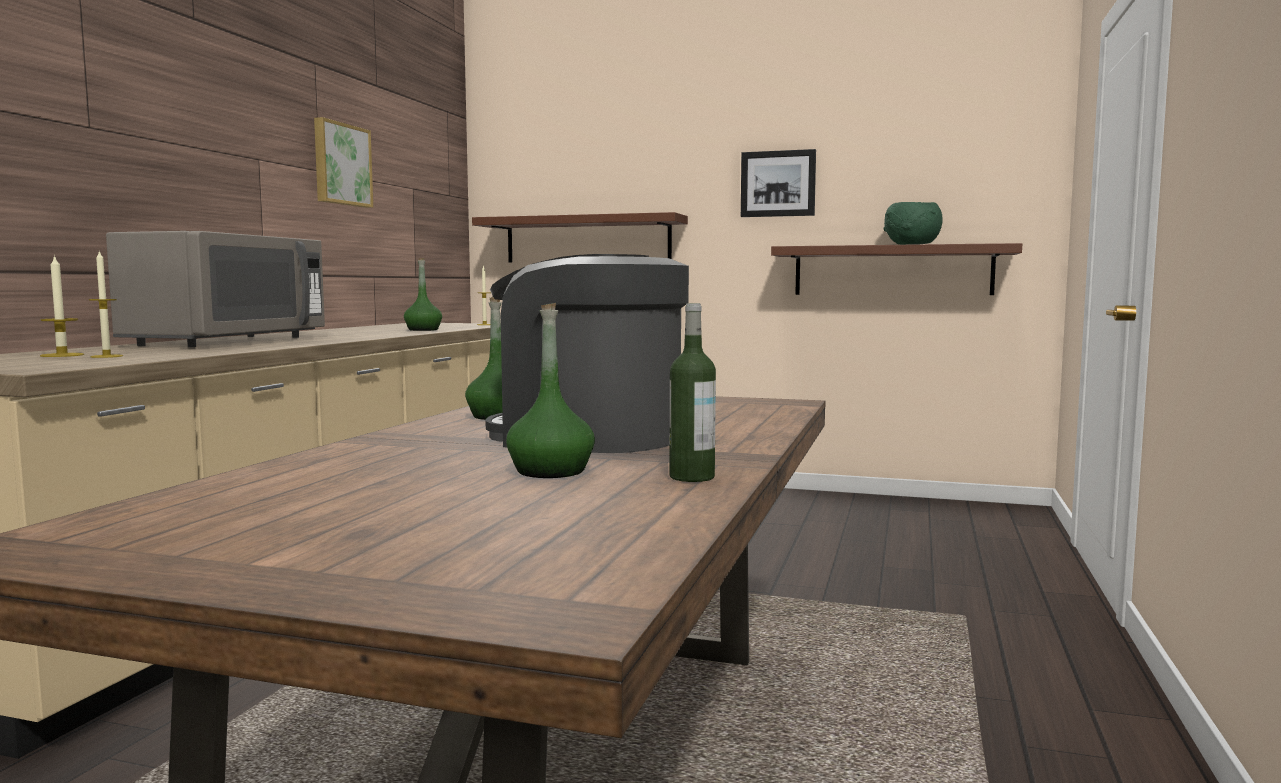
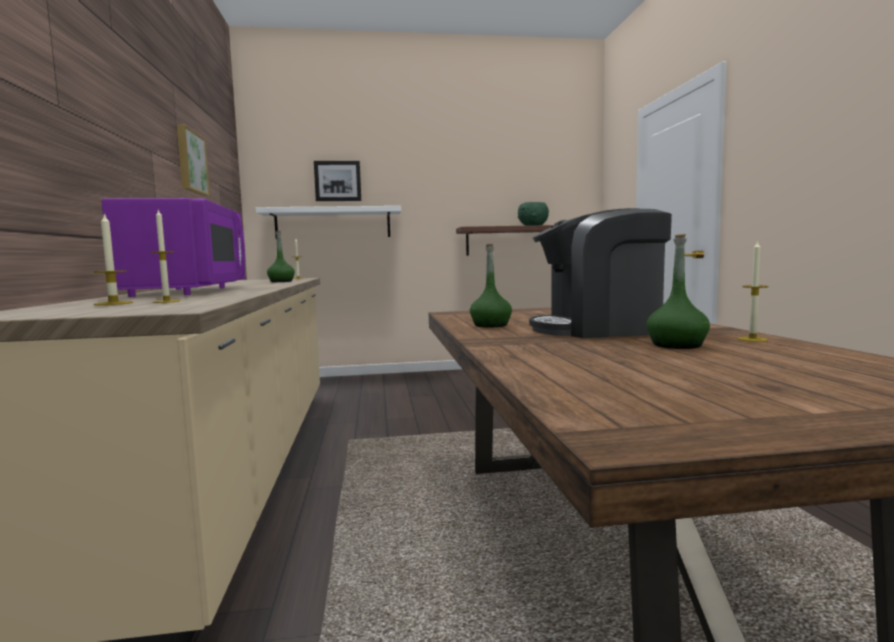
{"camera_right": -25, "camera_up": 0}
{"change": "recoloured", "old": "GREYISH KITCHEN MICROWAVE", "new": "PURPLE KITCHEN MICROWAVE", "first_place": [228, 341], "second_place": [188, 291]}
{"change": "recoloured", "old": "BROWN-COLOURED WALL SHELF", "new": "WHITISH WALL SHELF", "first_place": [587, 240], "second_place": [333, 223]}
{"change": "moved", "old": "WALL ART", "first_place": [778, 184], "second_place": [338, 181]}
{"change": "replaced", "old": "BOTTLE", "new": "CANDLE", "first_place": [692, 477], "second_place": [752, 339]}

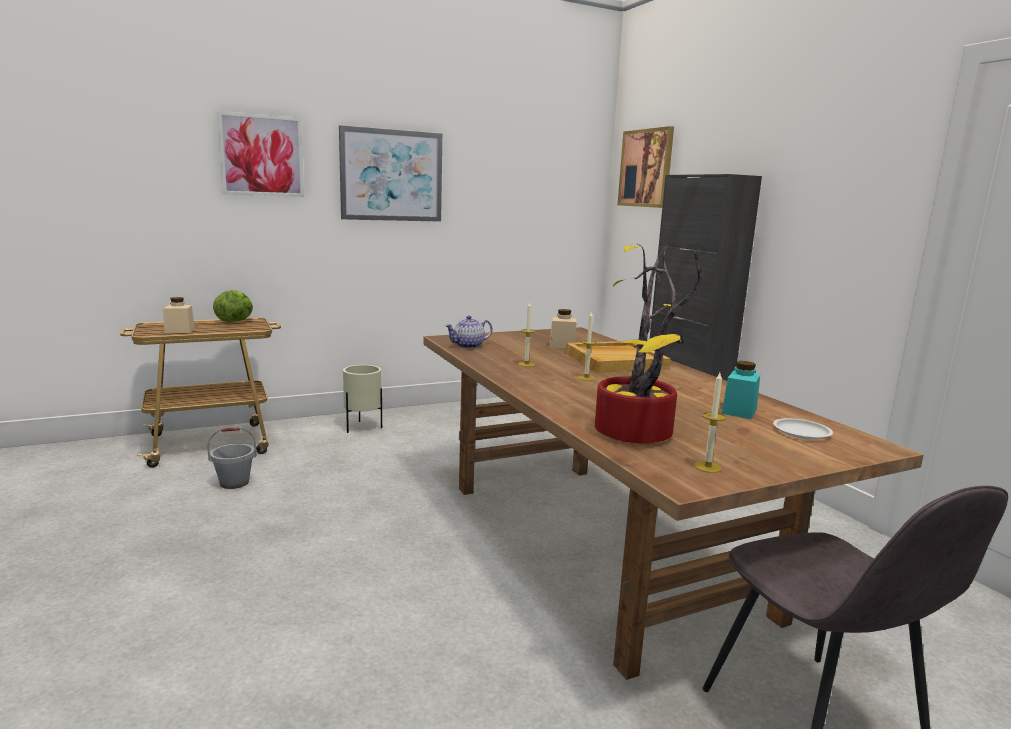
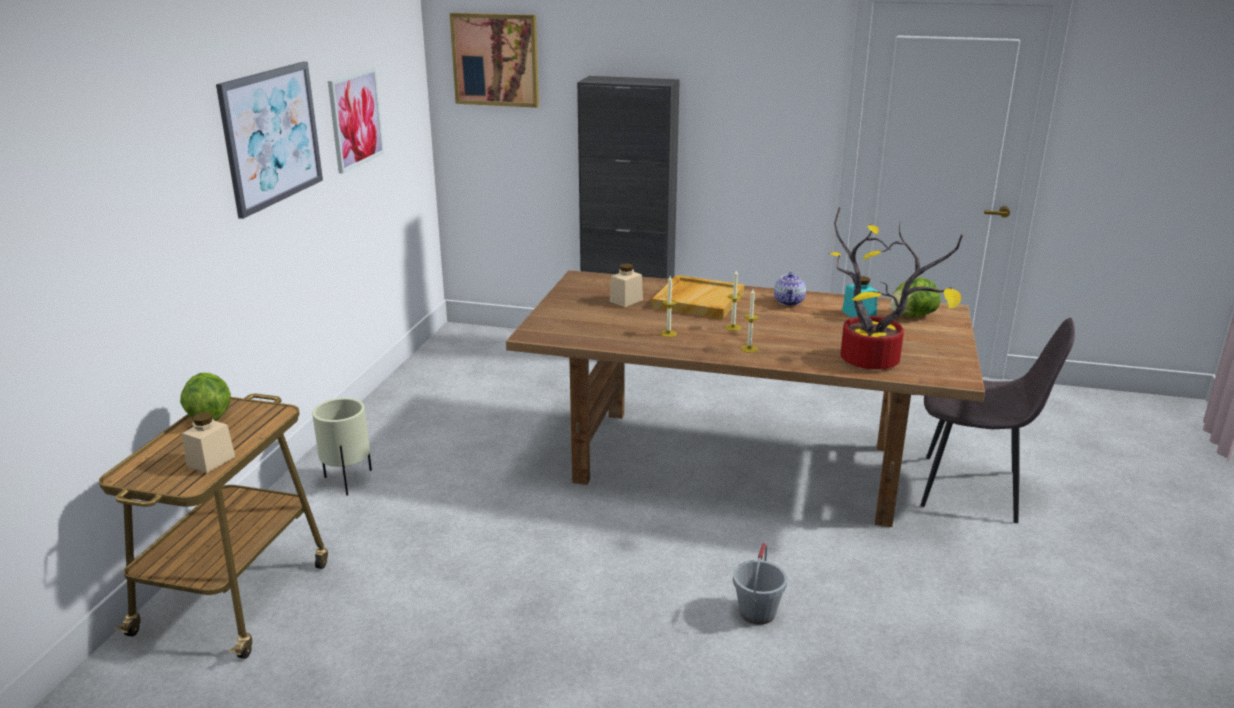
{"camera_right": -50, "camera_up": 10}
{"change": "moved", "old": "WALL ART", "first_place": [262, 155], "second_place": [355, 119]}
{"change": "moved", "old": "GREYISH WATER BUCKET", "first_place": [234, 483], "second_place": [757, 612]}
{"change": "moved", "old": "CANDLE", "first_place": [707, 467], "second_place": [749, 349]}
{"change": "moved", "old": "POT FOR TEA", "first_place": [468, 346], "second_place": [789, 302]}
{"change": "replaced", "old": "WHITISH DINNER PLATE", "new": "HEAD OF LETTUCE", "first_place": [802, 432], "second_place": [911, 316]}

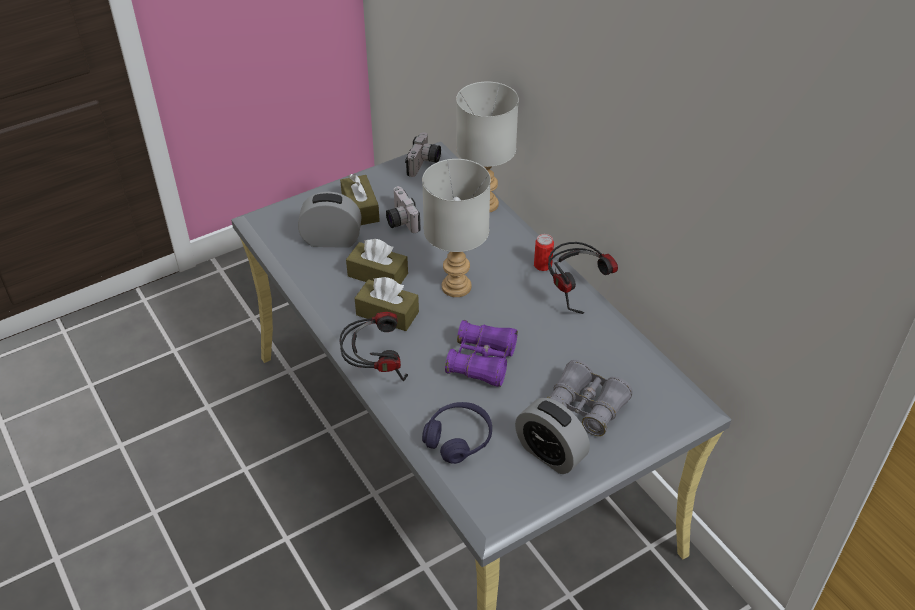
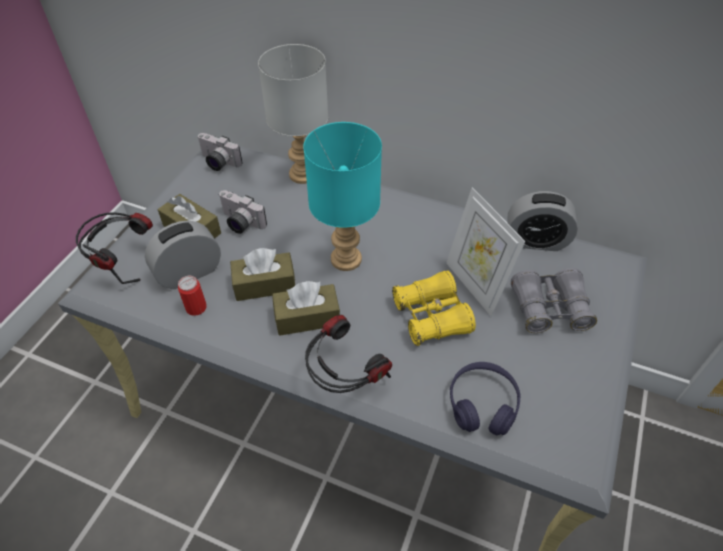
{"camera_right": -35, "camera_up": 5}
{"change": "moved", "old": "HEADPHONES", "first_place": [575, 292], "second_place": [123, 262]}
{"change": "moved", "old": "CAN", "first_place": [542, 265], "second_place": [196, 308]}
{"change": "turned", "old": "STILL CAMERA", "first_place": [424, 164], "second_place": [218, 163], "degrees": 135}
{"change": "recoloured", "old": "GREYISH LAMP FOR A TABLE", "new": "TURQUOISE-COLOURED LAMP FOR A TABLE", "first_place": [456, 286], "second_place": [345, 258]}
{"change": "recoloured", "old": "PURPLE FIELD GLASSES", "new": "YELLOWISH FIELD GLASSES", "first_place": [482, 361], "second_place": [431, 316]}
{"change": "added", "new": "PHOTO FRAME", "second_place": [474, 285]}
{"change": "moved", "old": "TABLE CLOCK", "first_place": [550, 453], "second_place": [536, 241]}

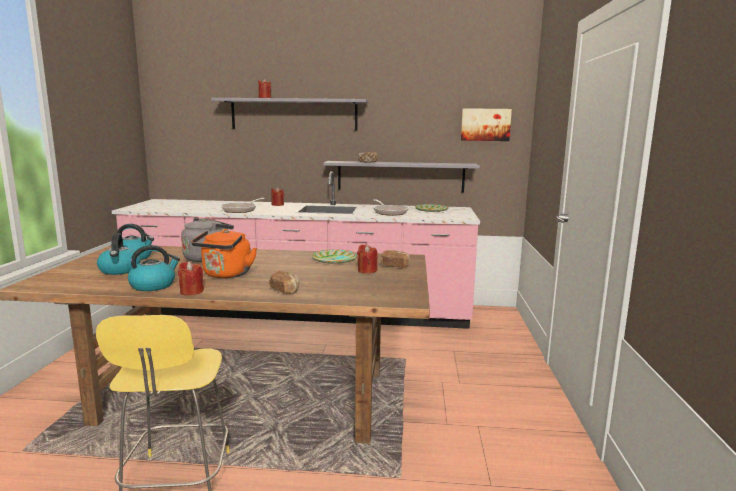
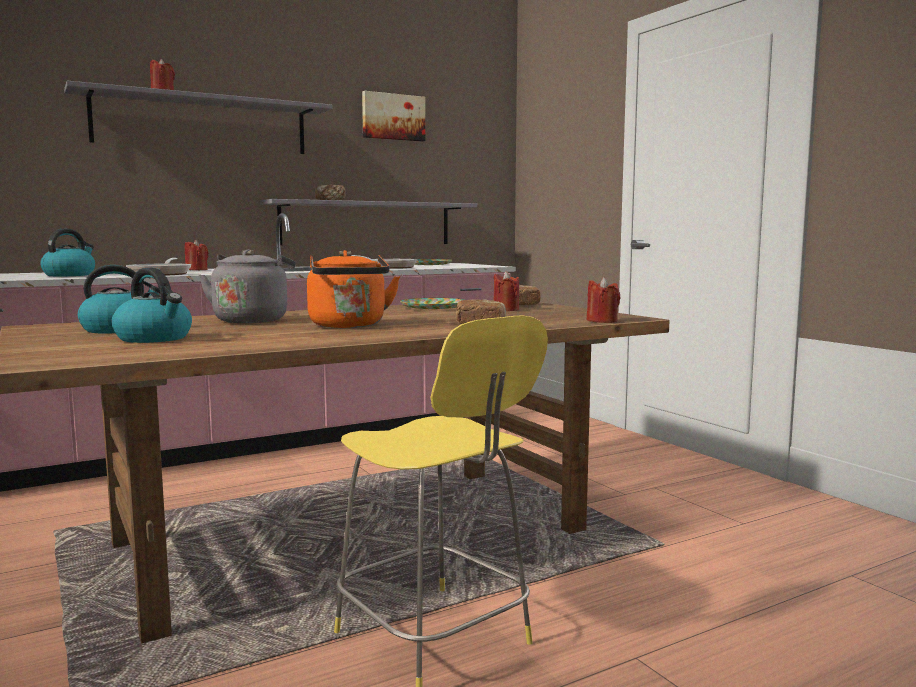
{"camera_right": -35, "camera_up": -5}
{"change": "moved", "old": "TEA KETTLE", "first_place": [153, 285], "second_place": [69, 275]}
{"change": "moved", "old": "WALL ART", "first_place": [485, 124], "second_place": [393, 117]}
{"change": "moved", "old": "REDDISH CANDLE", "first_place": [191, 292], "second_place": [602, 321]}

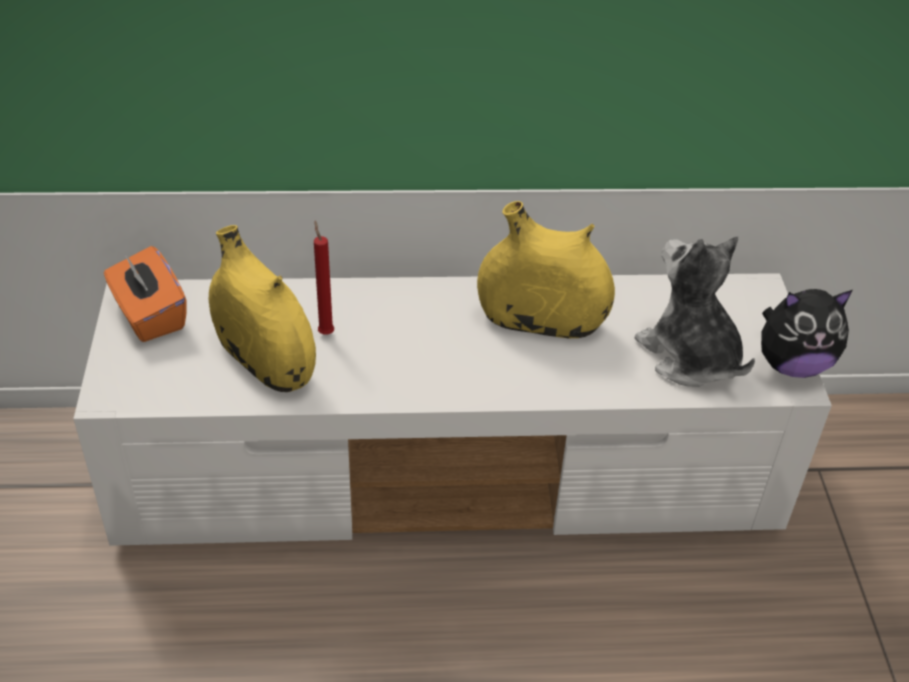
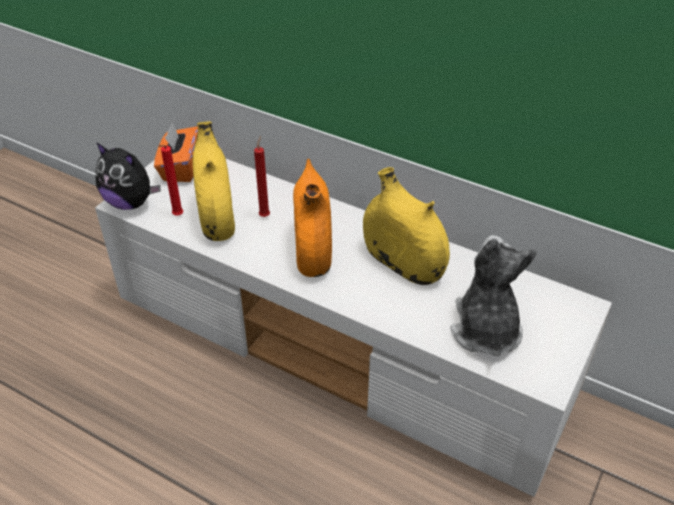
{"camera_right": 35, "camera_up": 0}
{"change": "moved", "old": "SOFT TOY", "first_place": [792, 364], "second_place": [131, 202]}
{"change": "added", "new": "REDDISH CANDLE", "second_place": [177, 216]}
{"change": "added", "new": "ORANGEY DECORATIVE VASE", "second_place": [312, 250]}

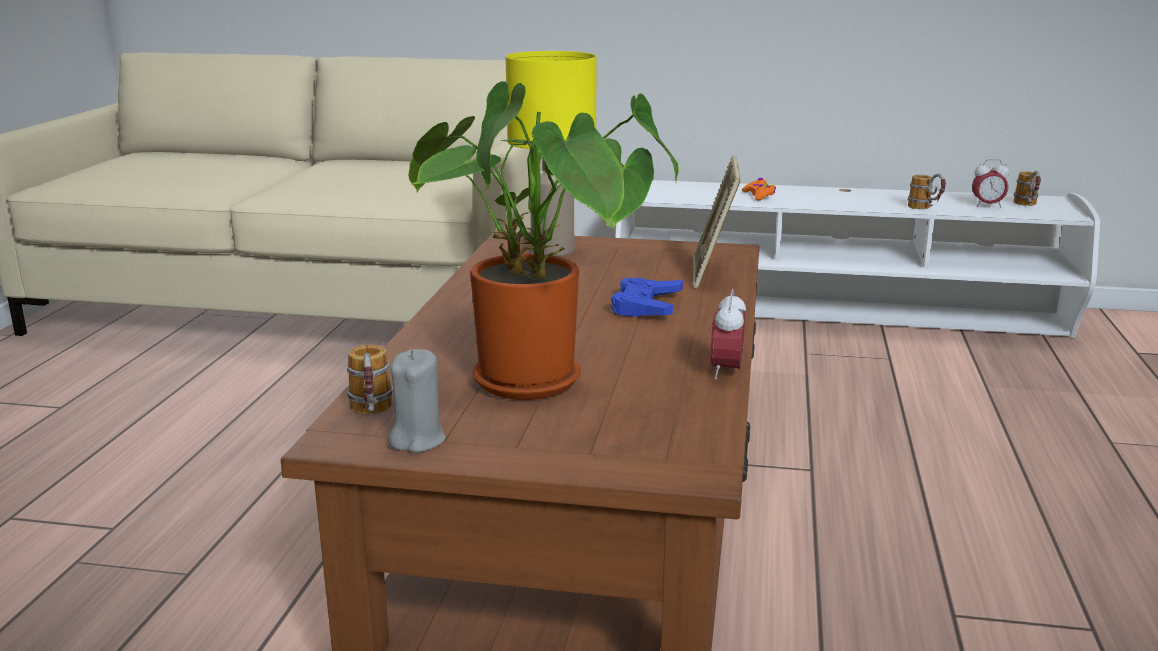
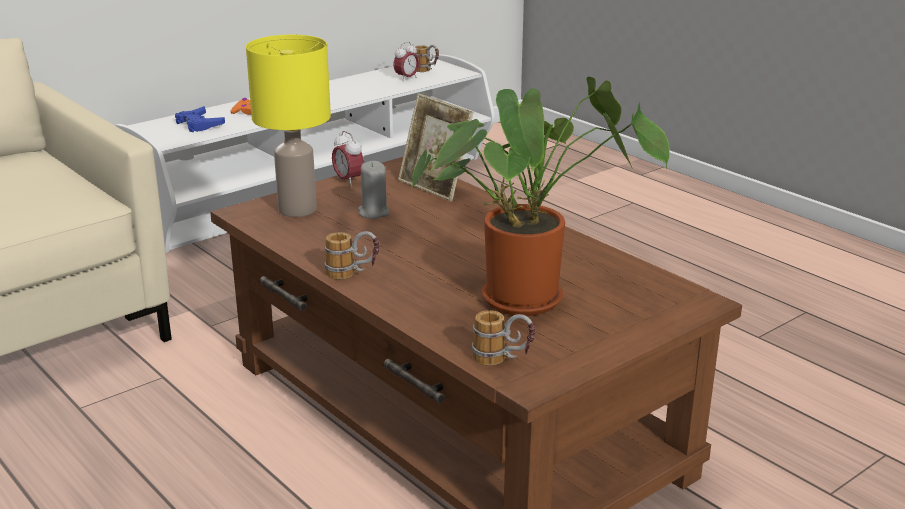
{"camera_right": -50, "camera_up": 5}
{"change": "moved", "old": "BLUE-COLOURED GAMEPAD", "first_place": [646, 306], "second_place": [198, 124]}
{"change": "moved", "old": "MUG", "first_place": [925, 209], "second_place": [353, 275]}
{"change": "moved", "old": "TABLE CLOCK", "first_place": [726, 372], "second_place": [348, 181]}
{"change": "moved", "old": "GREYISH CANDLE", "first_place": [417, 440], "second_place": [373, 213]}

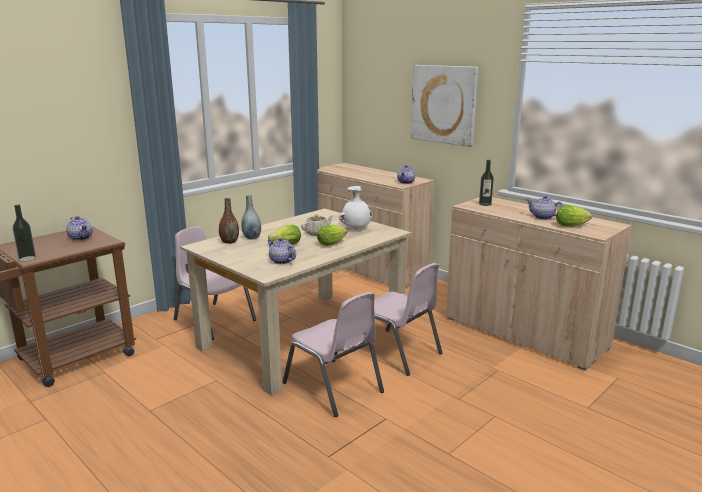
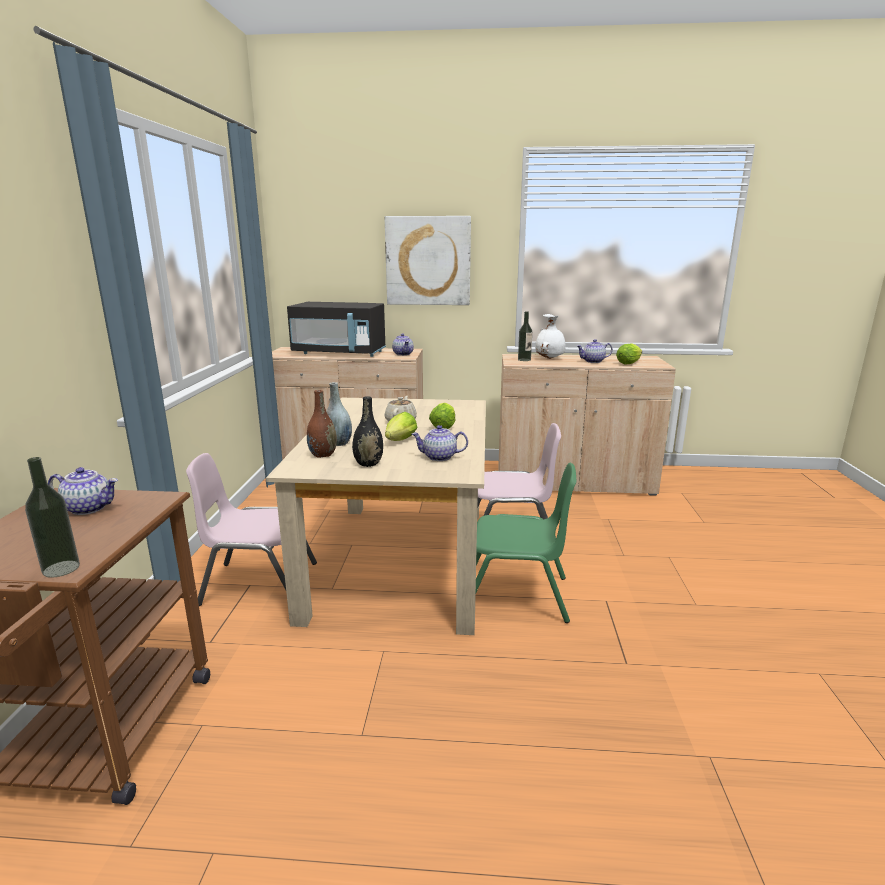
{"camera_right": -40, "camera_up": 0}
{"change": "added", "new": "BLACK KITCHEN MICROWAVE", "second_place": [339, 353]}
{"change": "added", "new": "BLACK DECORATIVE VASE", "second_place": [368, 463]}
{"change": "recoloured", "old": "PINK-COLOURED UPRIGHT CHAIR", "new": "GREEN UPRIGHT CHAIR", "first_place": [333, 387], "second_place": [516, 595]}
{"change": "moved", "old": "WHITISH DECORATIVE VASE", "first_place": [356, 228], "second_place": [550, 358]}

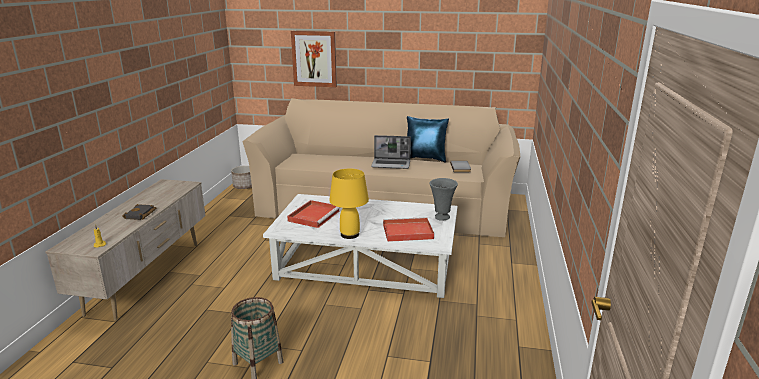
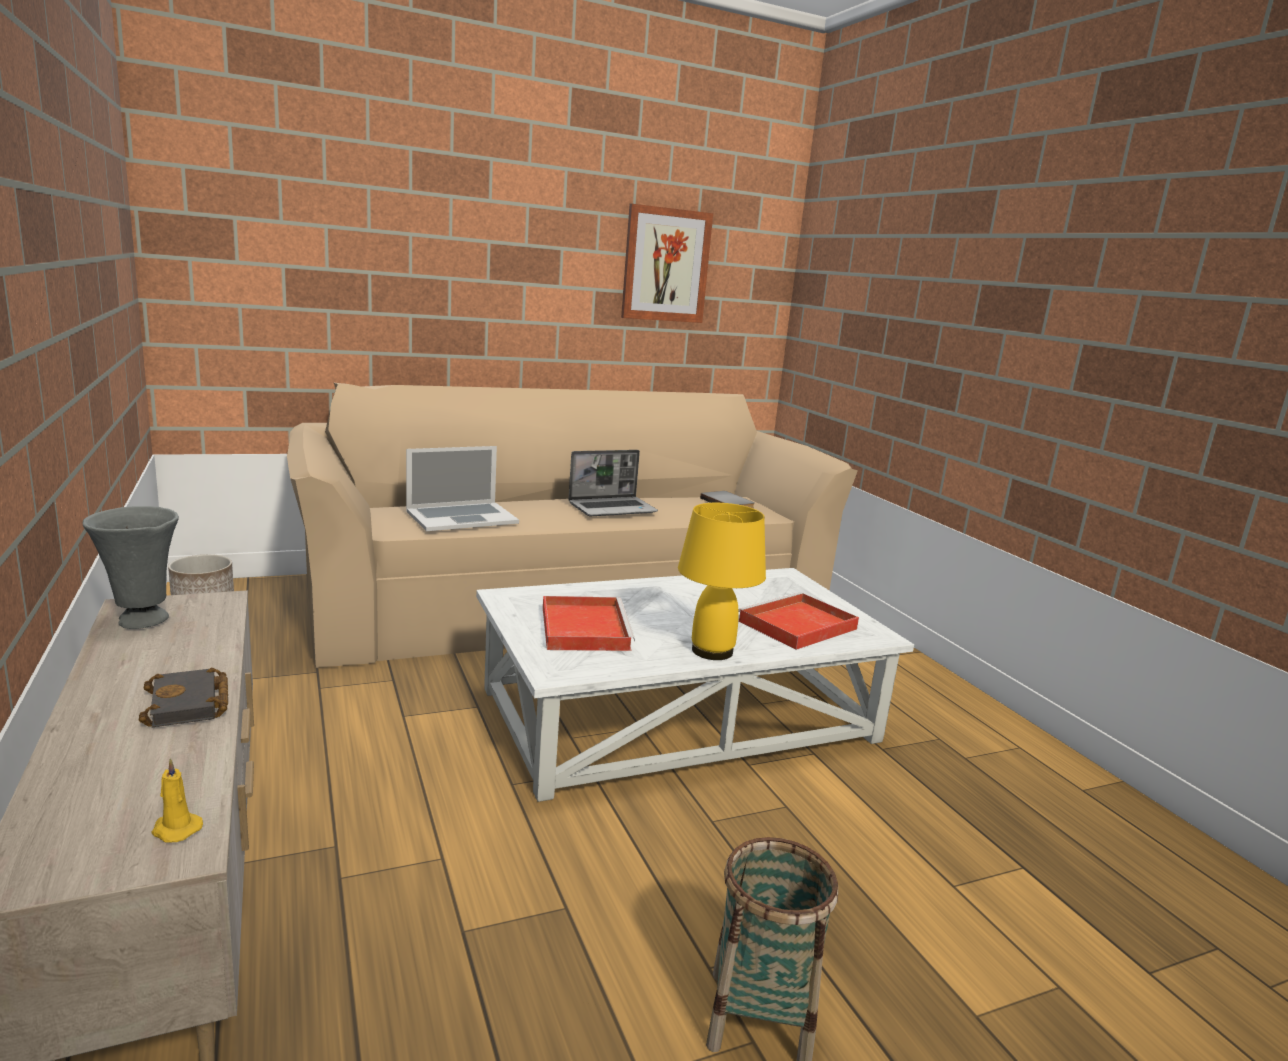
{"camera_right": -35, "camera_up": -5}
{"change": "moved", "old": "GREYISH DECORATIVE VASE", "first_place": [441, 217], "second_place": [141, 621]}
{"change": "added", "new": "LAPTOP", "second_place": [461, 517]}
{"change": "moved", "old": "WALL ART", "first_place": [314, 59], "second_place": [665, 265]}
{"change": "removed", "old": "BLUE-COLOURED THROW PILLOW", "first_place": [425, 158]}

